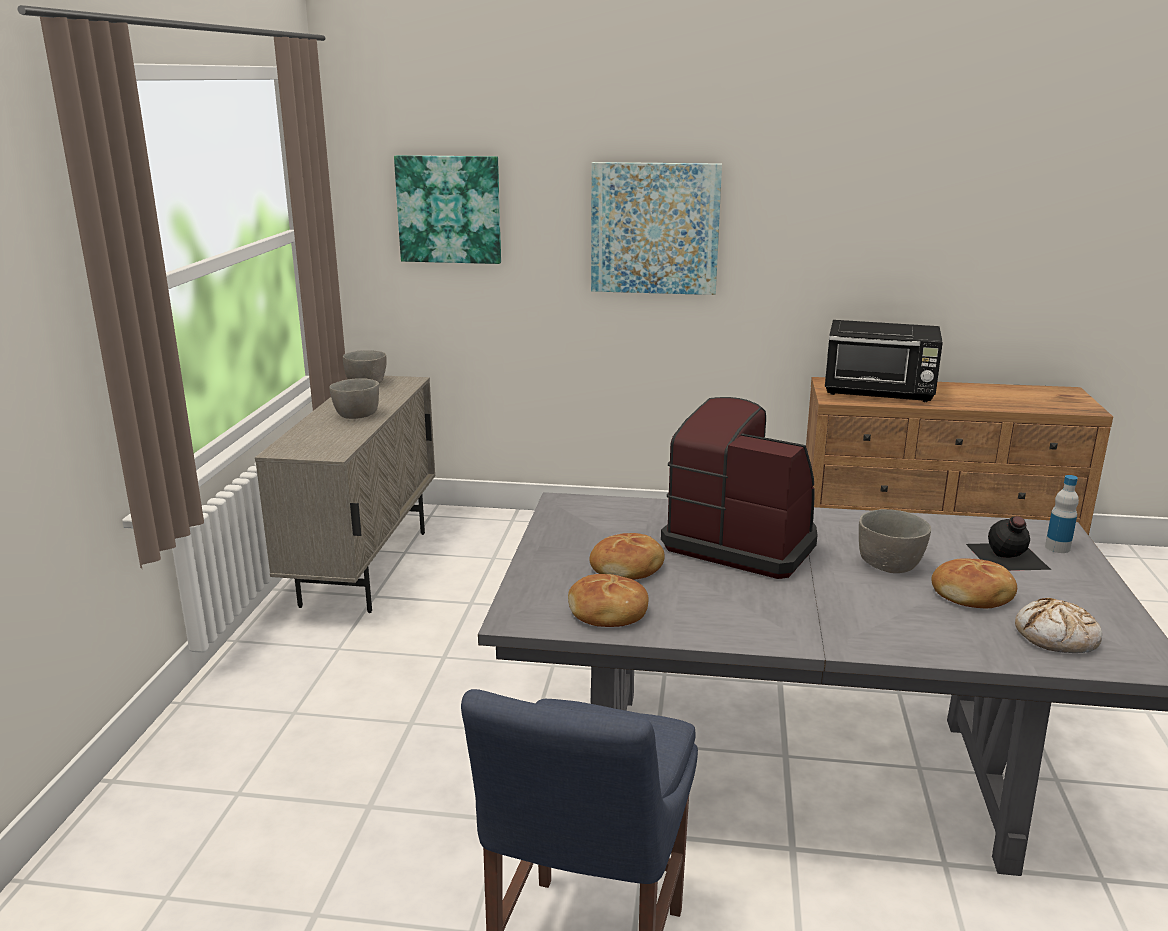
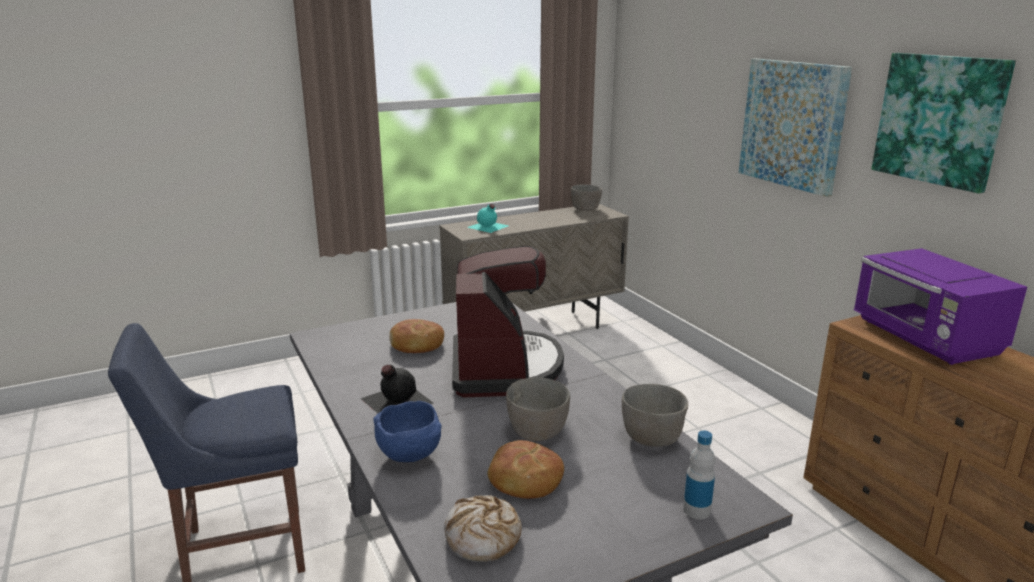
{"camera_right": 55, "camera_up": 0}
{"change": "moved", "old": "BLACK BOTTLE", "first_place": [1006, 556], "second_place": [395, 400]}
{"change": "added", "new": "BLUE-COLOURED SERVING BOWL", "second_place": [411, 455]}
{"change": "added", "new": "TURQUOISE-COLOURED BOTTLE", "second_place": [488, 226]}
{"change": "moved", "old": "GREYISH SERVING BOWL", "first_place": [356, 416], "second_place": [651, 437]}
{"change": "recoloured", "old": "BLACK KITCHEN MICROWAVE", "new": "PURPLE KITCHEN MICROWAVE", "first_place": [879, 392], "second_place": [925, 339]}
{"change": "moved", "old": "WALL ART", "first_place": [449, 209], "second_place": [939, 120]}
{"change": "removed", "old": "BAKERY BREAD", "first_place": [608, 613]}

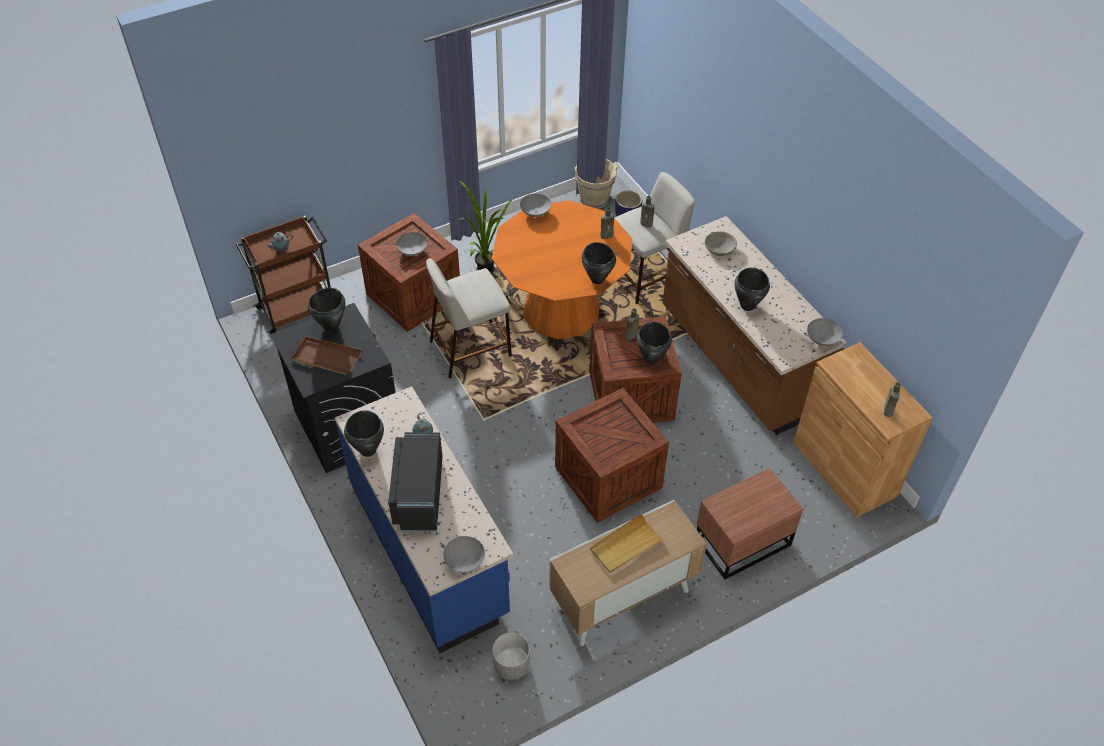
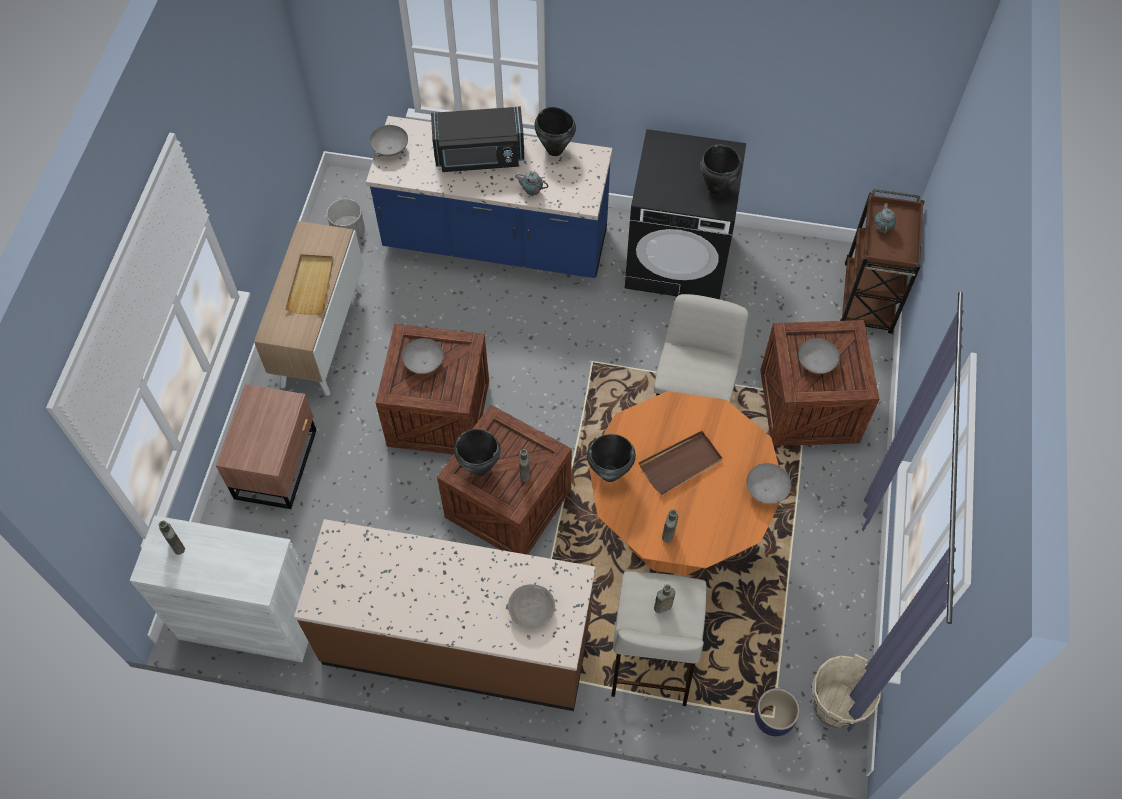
{"camera_right": 130, "camera_up": 10}
{"change": "recoloured", "old": "BROWN-COLOURED CUPBOARD", "new": "WHITISH CUPBOARD", "first_place": [844, 469], "second_place": [249, 620]}
{"change": "moved", "old": "GREYISH SERVING BOWL", "first_place": [821, 339], "second_place": [425, 363]}
{"change": "turned", "old": "BLACK KITCHEN MICROWAVE", "first_place": [417, 494], "second_place": [479, 156], "degrees": 135}
{"change": "moved", "old": "BROWN-COLOURED TRAY", "first_place": [327, 357], "second_place": [681, 464]}
{"change": "removed", "old": "PLANT IN A POT", "first_place": [484, 267]}
{"change": "removed", "old": "BLACK COOKING POT", "first_place": [747, 306]}

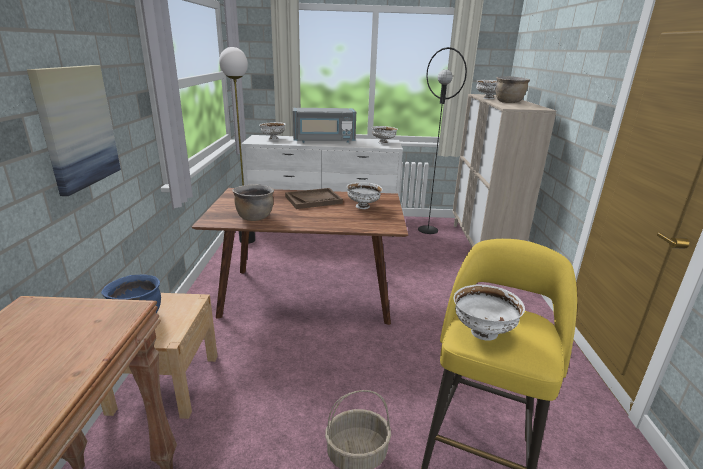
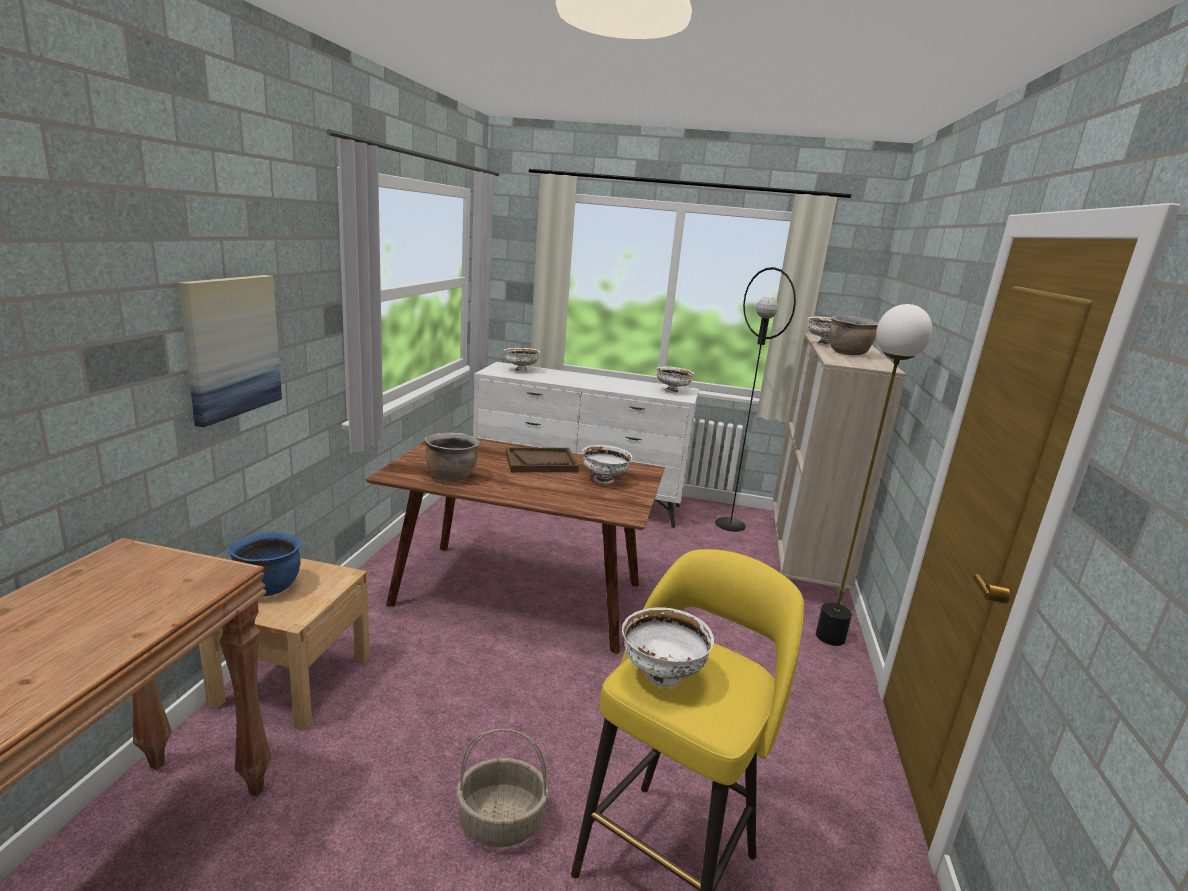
{"camera_right": 10, "camera_up": -5}
{"change": "moved", "old": "STANDARD LAMP", "first_place": [247, 240], "second_place": [829, 637]}
{"change": "removed", "old": "GREYISH KITCHEN MICROWAVE", "first_place": [323, 141]}

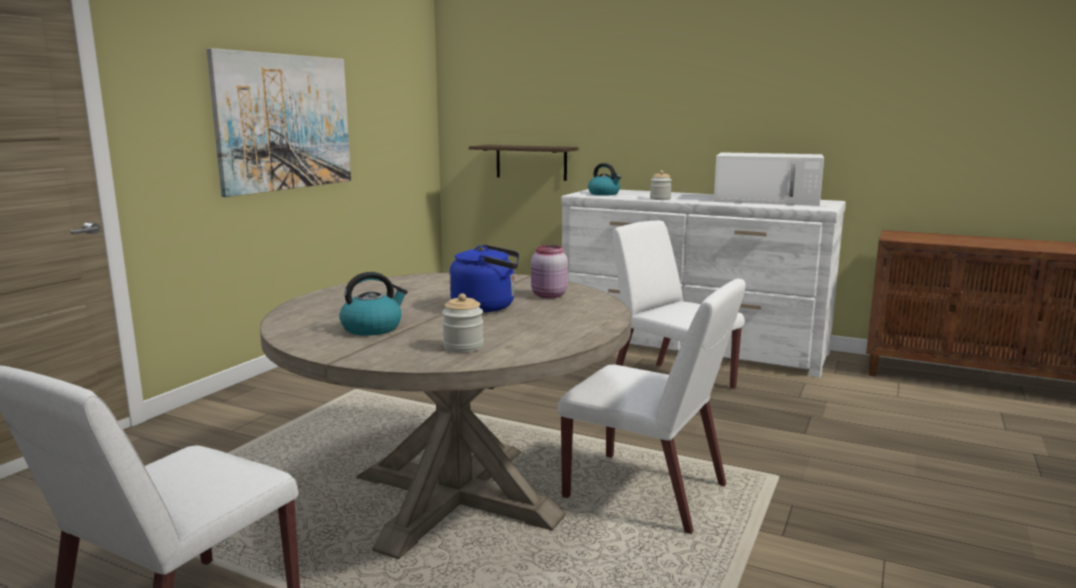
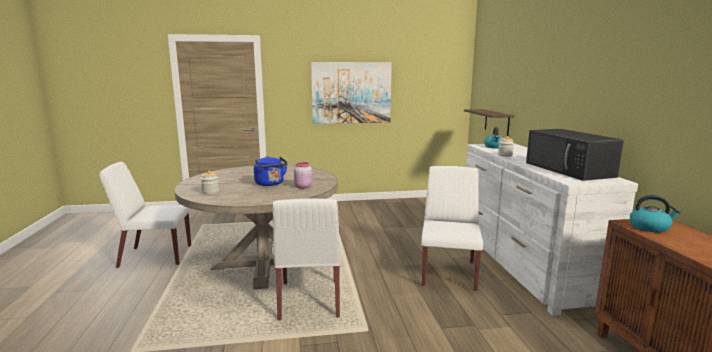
{"camera_right": 55, "camera_up": 0}
{"change": "recoloured", "old": "WHITISH KITCHEN MICROWAVE", "new": "BLACK KITCHEN MICROWAVE", "first_place": [768, 200], "second_place": [569, 170]}
{"change": "moved", "old": "TEA KETTLE", "first_place": [372, 328], "second_place": [650, 227]}

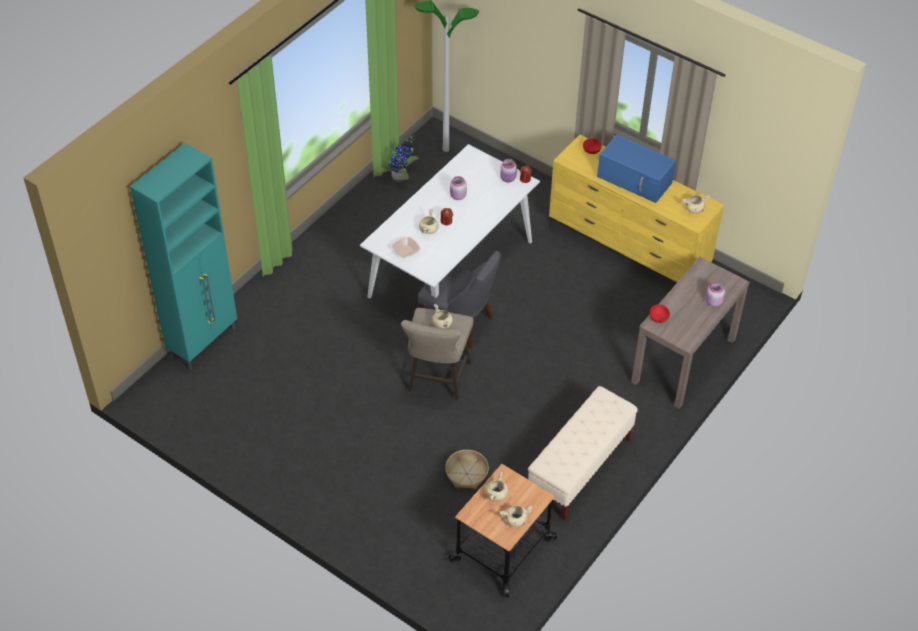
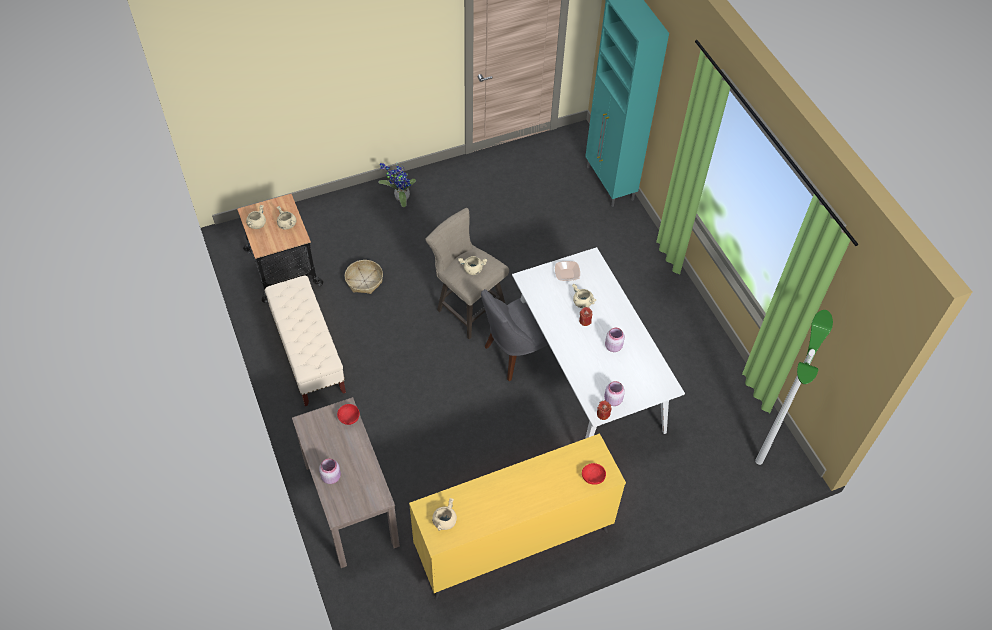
{"camera_right": 120, "camera_up": 5}
{"change": "moved", "old": "PLANT IN A POT", "first_place": [400, 178], "second_place": [400, 197]}
{"change": "removed", "old": "BLUE-COLOURED KITCHEN MICROWAVE", "first_place": [635, 180]}

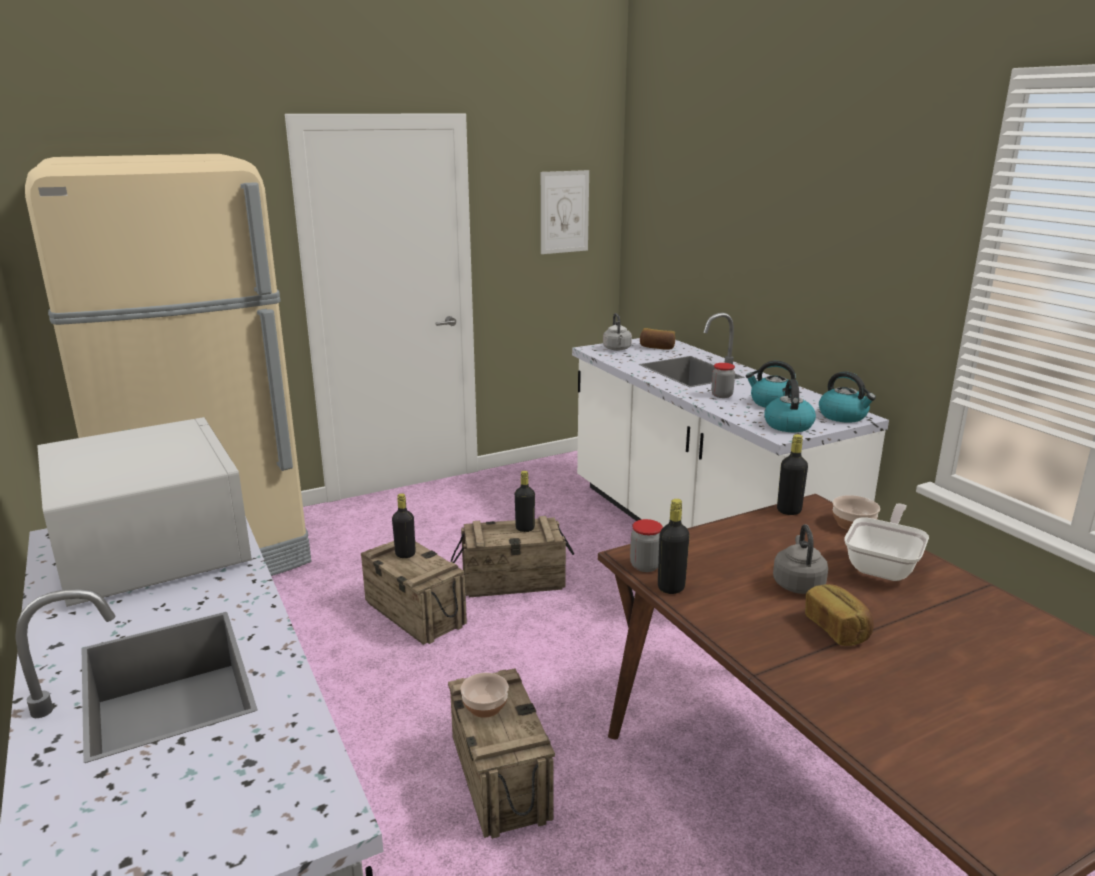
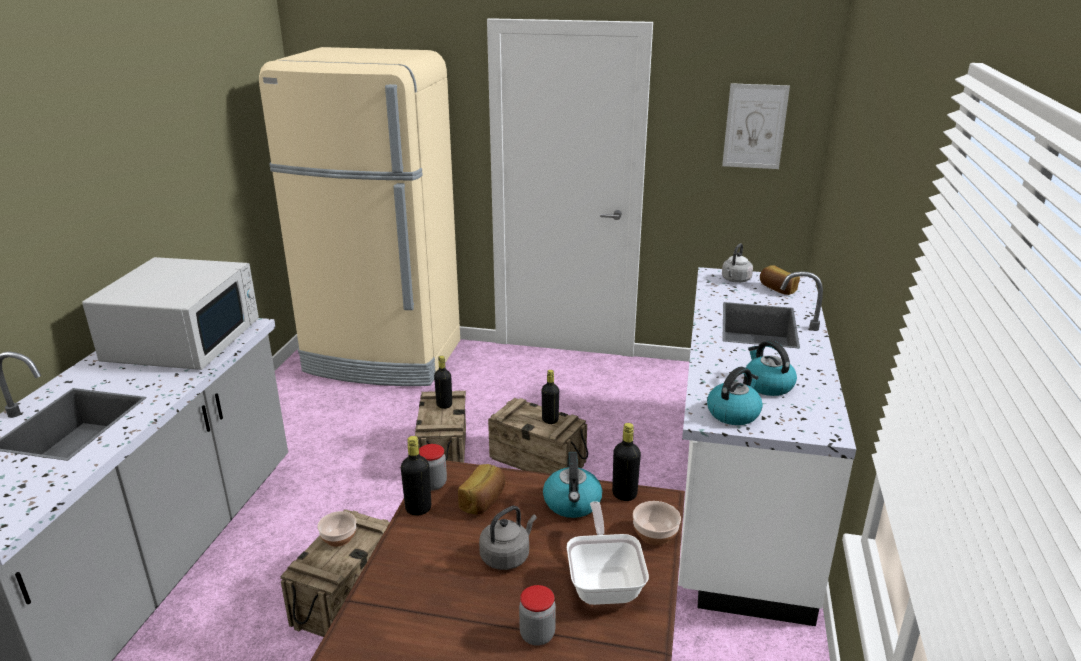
{"camera_right": 40, "camera_up": 5}
{"change": "moved", "old": "BAKERY BREAD", "first_place": [837, 629], "second_place": [484, 501]}
{"change": "moved", "old": "PRESERVE JAR", "first_place": [721, 395], "second_place": [537, 635]}
{"change": "moved", "old": "TEA KETTLE", "first_place": [843, 416], "second_place": [572, 504]}
{"change": "turned", "old": "SKILLET", "first_place": [884, 566], "second_place": [604, 582], "degrees": -75}

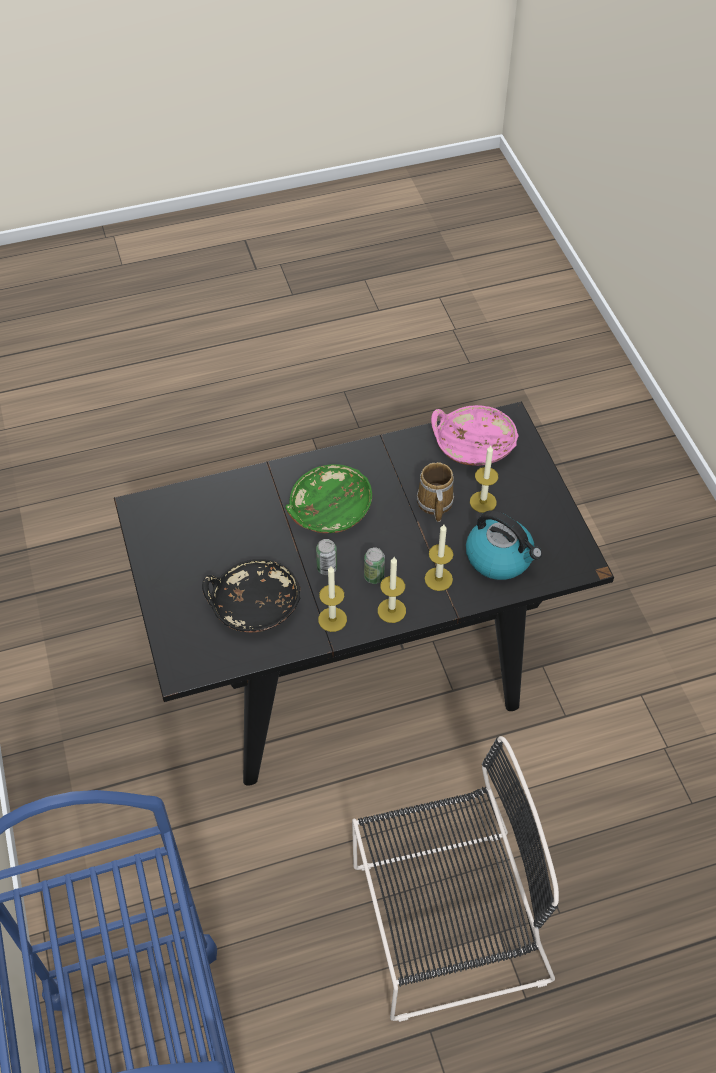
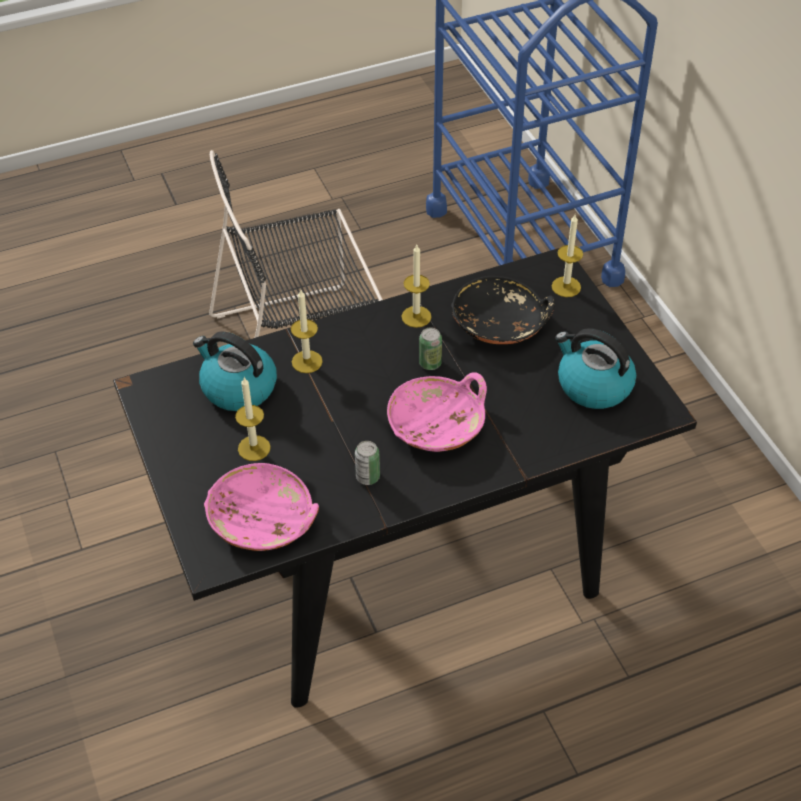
{"camera_right": 175, "camera_up": -5}
{"change": "moved", "old": "CAN", "first_place": [374, 576], "second_place": [368, 477]}
{"change": "recoloured", "old": "GREEN SERVING BOWL", "new": "PINK-COLOURED SERVING BOWL", "first_place": [329, 510], "second_place": [438, 425]}
{"change": "moved", "old": "CANDLE", "first_place": [391, 610], "second_place": [566, 287]}
{"change": "added", "new": "TEA KETTLE", "second_place": [593, 385]}
{"change": "removed", "old": "MUG", "first_place": [434, 503]}

